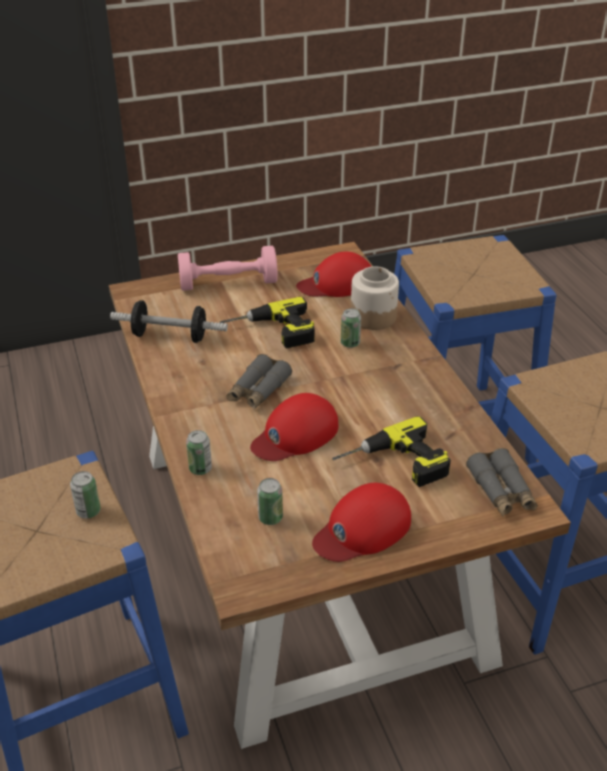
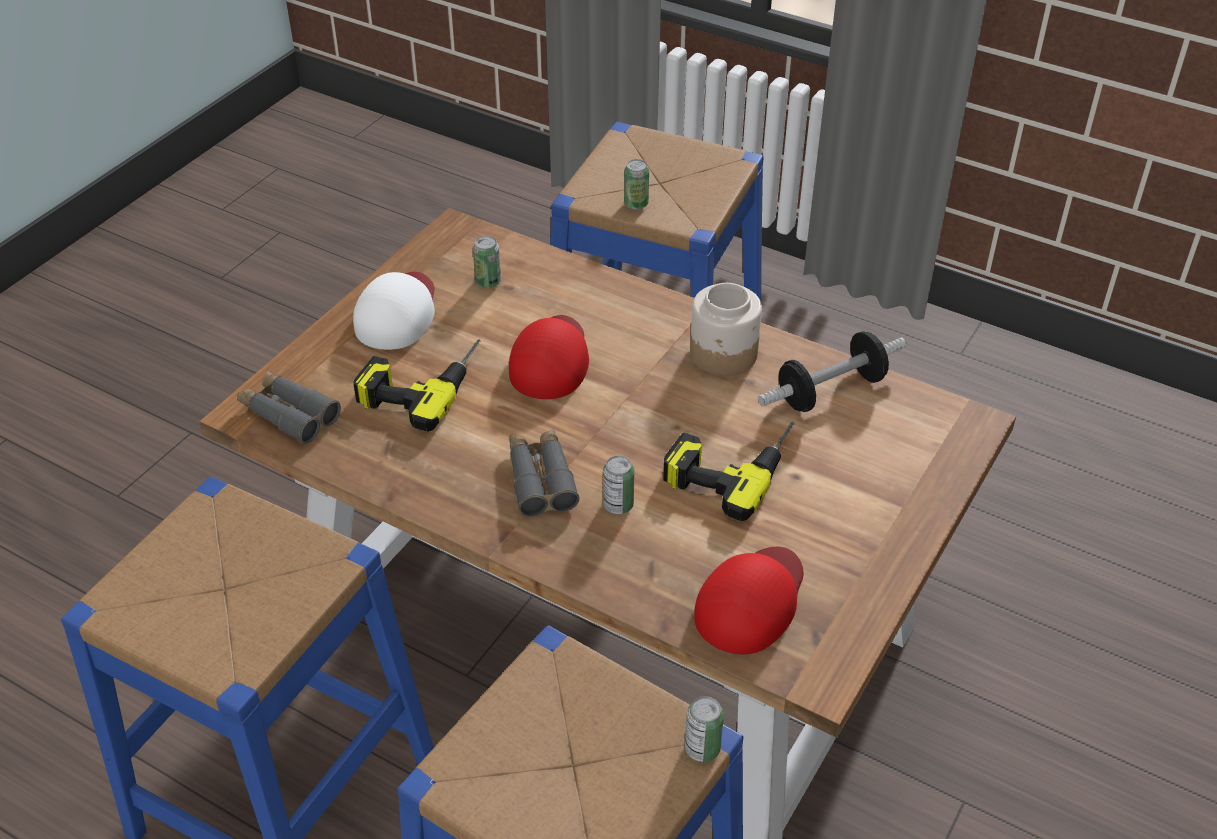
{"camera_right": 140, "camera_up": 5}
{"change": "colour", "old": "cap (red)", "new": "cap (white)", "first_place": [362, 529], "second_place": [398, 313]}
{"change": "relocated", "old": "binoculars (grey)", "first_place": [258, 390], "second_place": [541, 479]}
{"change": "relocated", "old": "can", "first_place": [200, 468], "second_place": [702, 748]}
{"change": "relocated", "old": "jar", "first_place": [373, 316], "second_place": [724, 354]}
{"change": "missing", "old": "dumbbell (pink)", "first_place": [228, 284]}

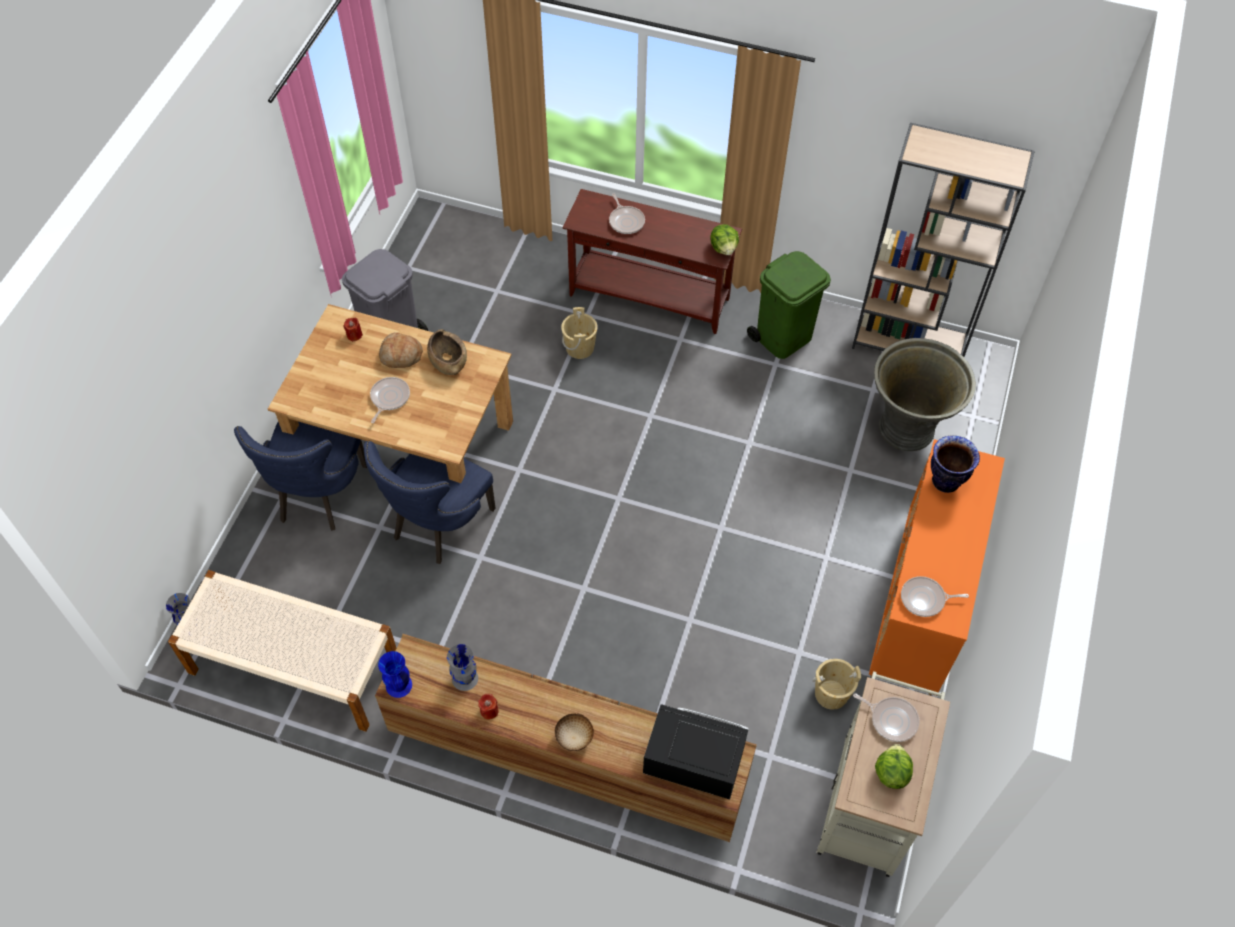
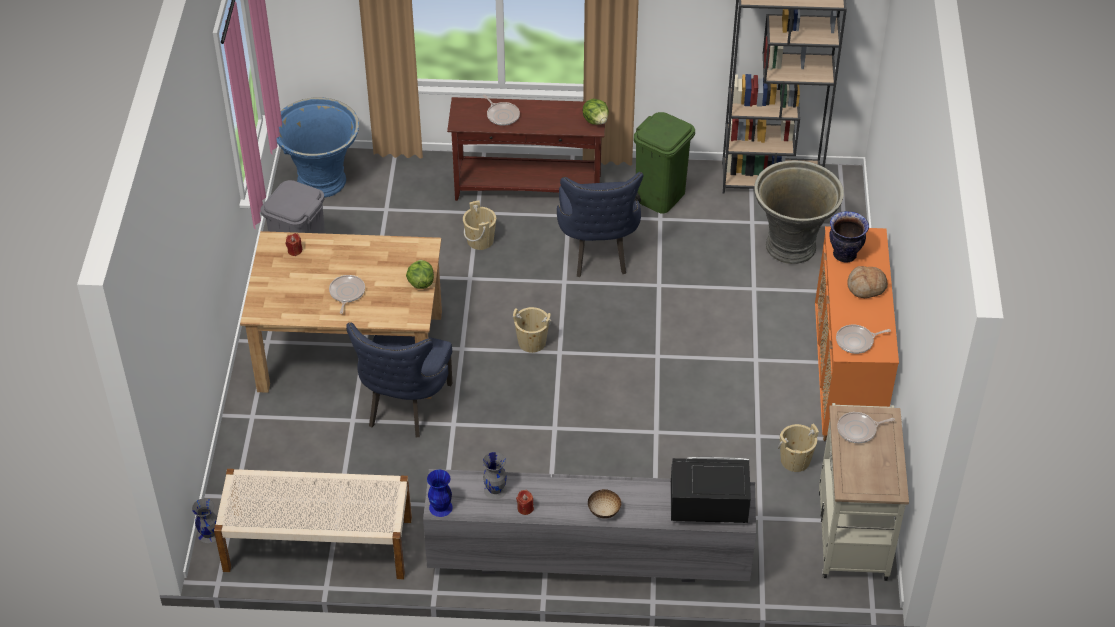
{"camera_right": -15, "camera_up": -10}
{"change": "appeared", "new": "planter (blue)", "second_place": [322, 182]}
{"change": "relocated", "old": "lettuce", "first_place": [891, 773], "second_place": [420, 282]}
{"change": "colour", "old": "cabinet (brown)", "new": "cabinet (grey)", "first_place": [566, 762], "second_place": [589, 562]}
{"change": "appeared", "new": "bucket (beige)", "second_place": [532, 342]}
{"change": "relocated", "old": "chair (blue)", "first_place": [318, 495], "second_place": [598, 252]}
{"change": "spun", "old": "frying pan", "first_place": [891, 719], "second_place": [858, 430], "degrees": 150}
{"change": "relocated", "old": "bread", "first_place": [401, 355], "second_place": [866, 287]}
{"change": "missing", "old": "bowl (brown)", "first_place": [448, 360]}

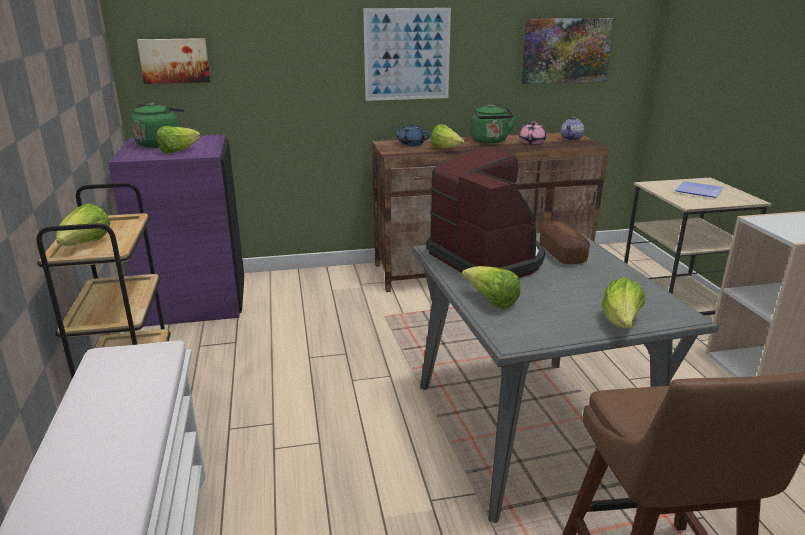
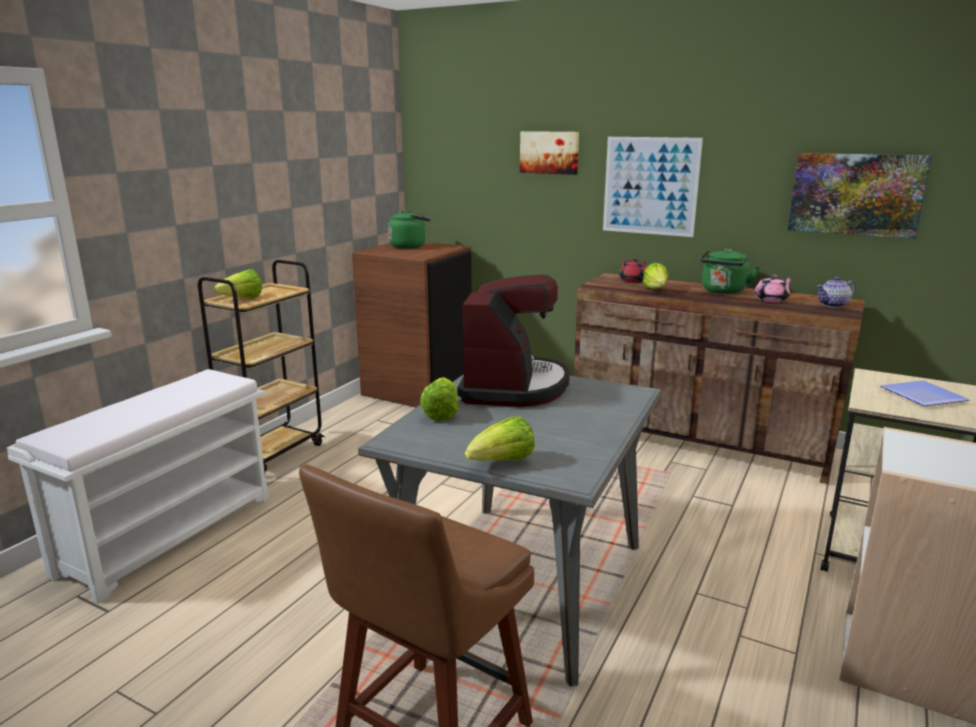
{"camera_right": 40, "camera_up": -5}
{"change": "colour", "old": "cabinet (purple)", "new": "cabinet (brown)", "first_place": [196, 300], "second_place": [418, 389]}
{"change": "relocated", "old": "picture", "first_place": [175, 60], "second_place": [549, 152]}
{"change": "colour", "old": "teapot (blue)", "new": "teapot (red)", "first_place": [411, 144], "second_place": [633, 280]}
{"change": "missing", "old": "lettuce", "first_place": [178, 151]}
{"change": "missing", "old": "bread", "first_place": [562, 253]}

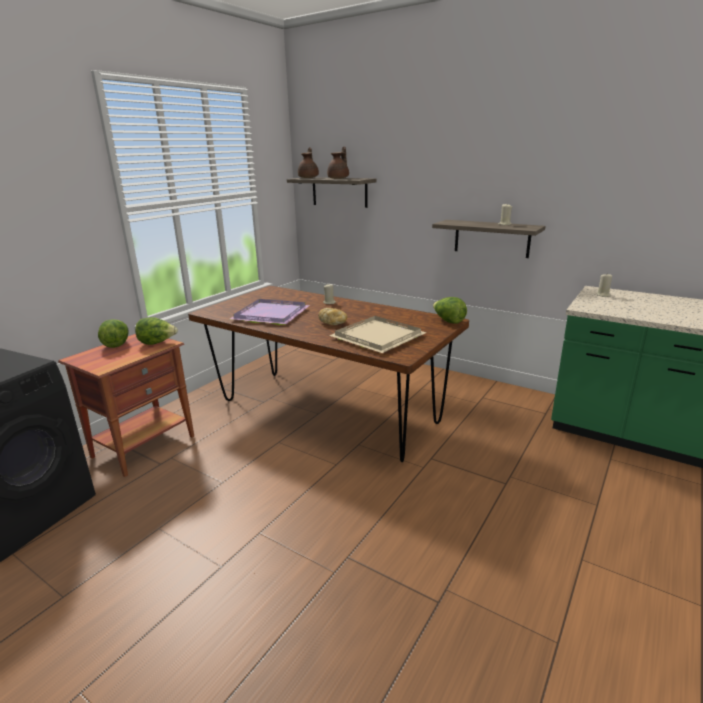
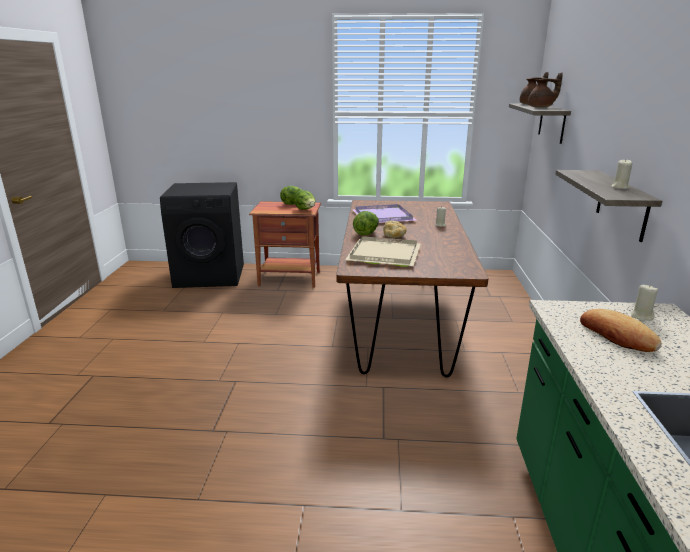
{"camera_right": 60, "camera_up": 0}
{"change": "relocated", "old": "lettuce", "first_place": [448, 321], "second_place": [366, 233]}
{"change": "appeared", "new": "bread", "second_place": [616, 336]}

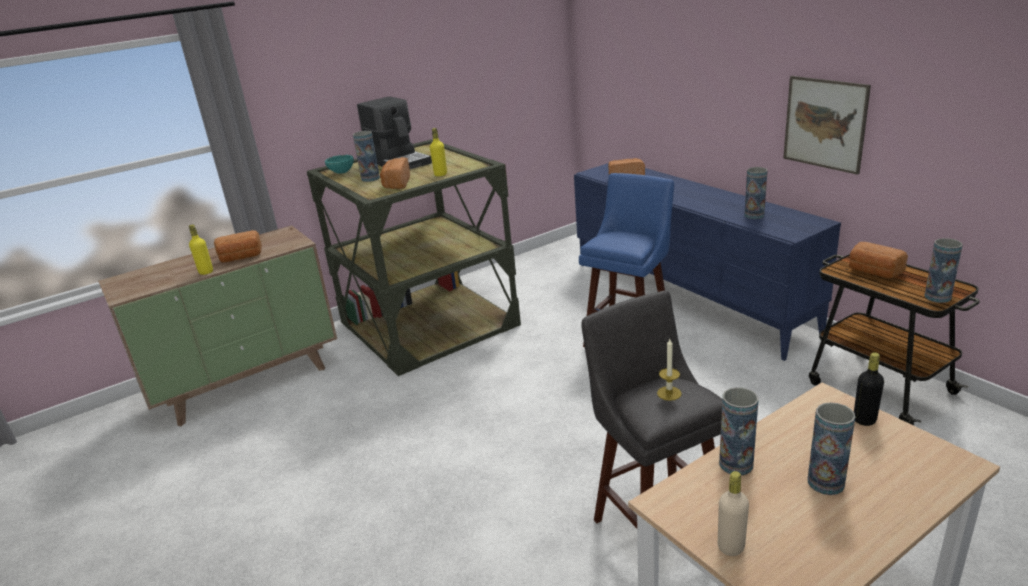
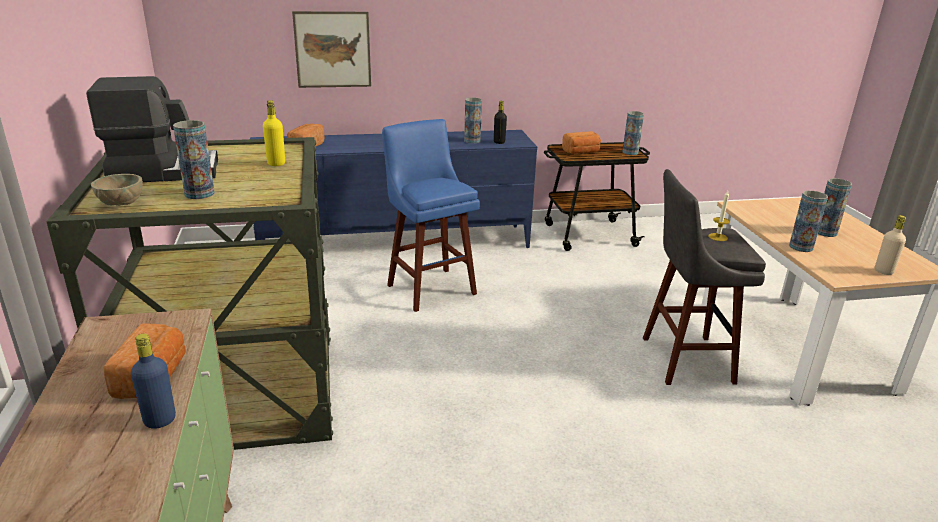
{"camera_right": -70, "camera_up": 0}
{"change": "colour", "old": "bowl (turquoise)", "new": "bowl (beige)", "first_place": [342, 173], "second_place": [122, 204]}
{"change": "colour", "old": "bottle (yellow)", "new": "bottle (blue)", "first_place": [206, 272], "second_place": [160, 420]}
{"change": "relocated", "old": "picture", "first_place": [824, 124], "second_place": [333, 49]}
{"change": "relocated", "old": "bottle (black)", "first_place": [864, 420], "second_place": [499, 142]}
{"change": "missing", "old": "bread", "first_place": [396, 184]}

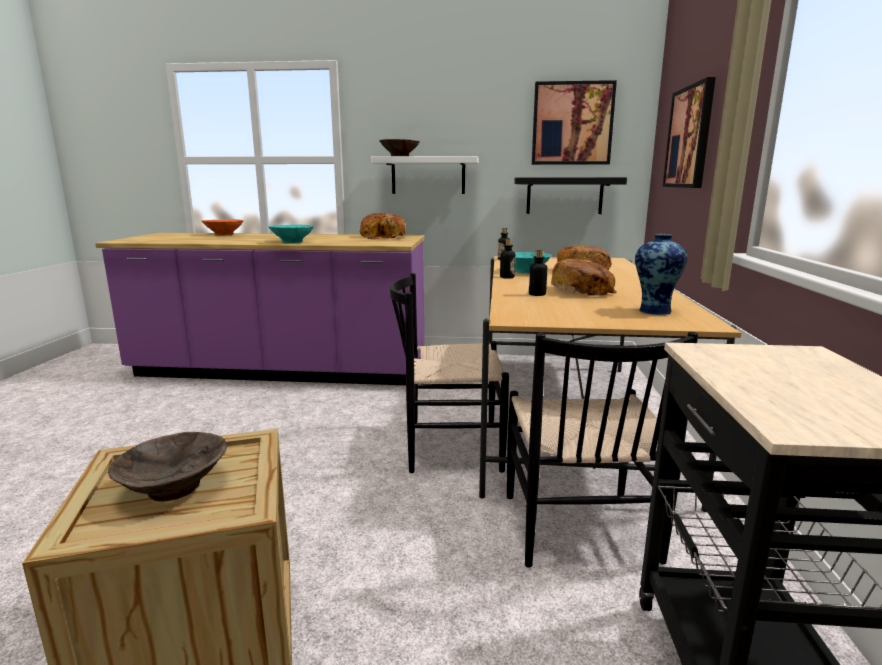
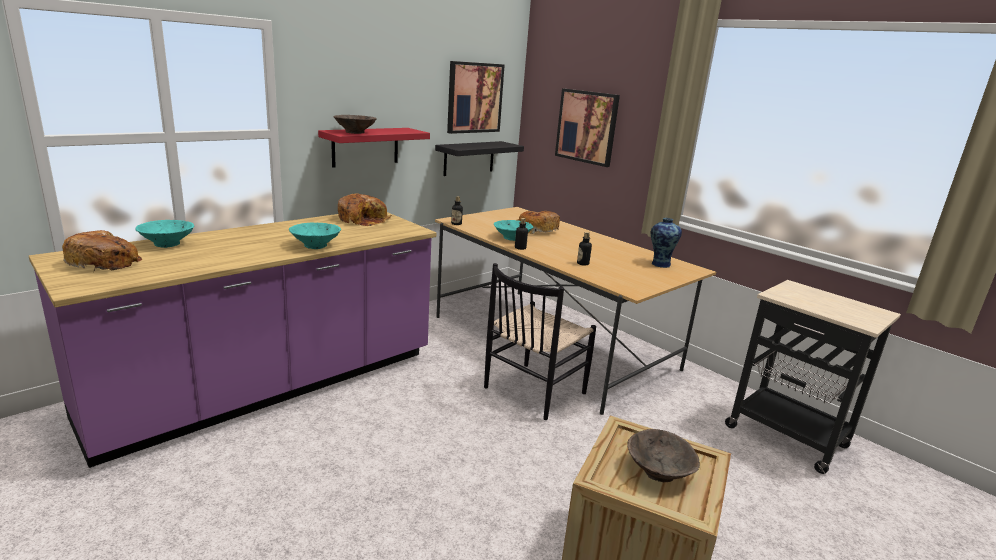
{"camera_right": -50, "camera_up": 5}
{"change": "relocated", "old": "bread", "first_place": [584, 290], "second_place": [105, 262]}
{"change": "colour", "old": "bowl (orange)", "new": "bowl (turquoise)", "first_place": [224, 234], "second_place": [168, 244]}
{"change": "colour", "old": "shelf (white)", "new": "shelf (red)", "first_place": [428, 175], "second_place": [365, 147]}
{"change": "missing", "old": "chair (black)", "first_place": [580, 532]}

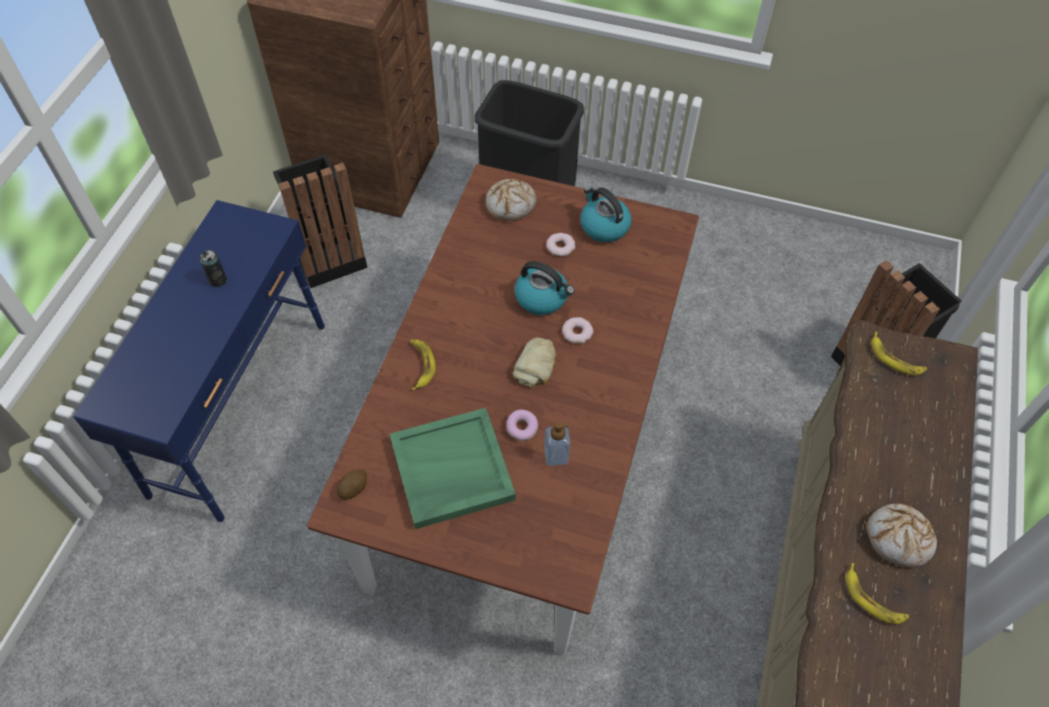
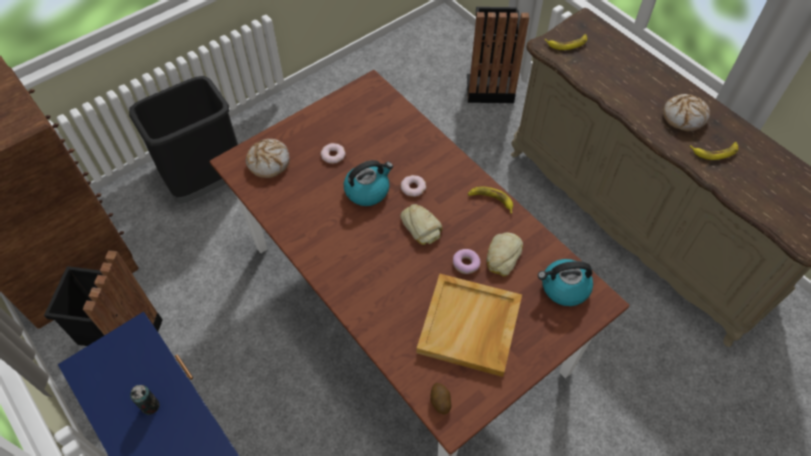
{"camera_right": -55, "camera_up": 0}
{"change": "colour", "old": "tray (green)", "new": "tray (beige)", "first_place": [451, 471], "second_place": [470, 327]}
{"change": "relocated", "old": "banana", "first_place": [420, 365], "second_place": [491, 200]}
{"change": "exchanged", "old": "soap dispenser", "new": "bread", "first_place": [556, 455], "second_place": [502, 256]}
{"change": "relocated", "old": "kettle", "first_place": [603, 226], "second_place": [564, 288]}

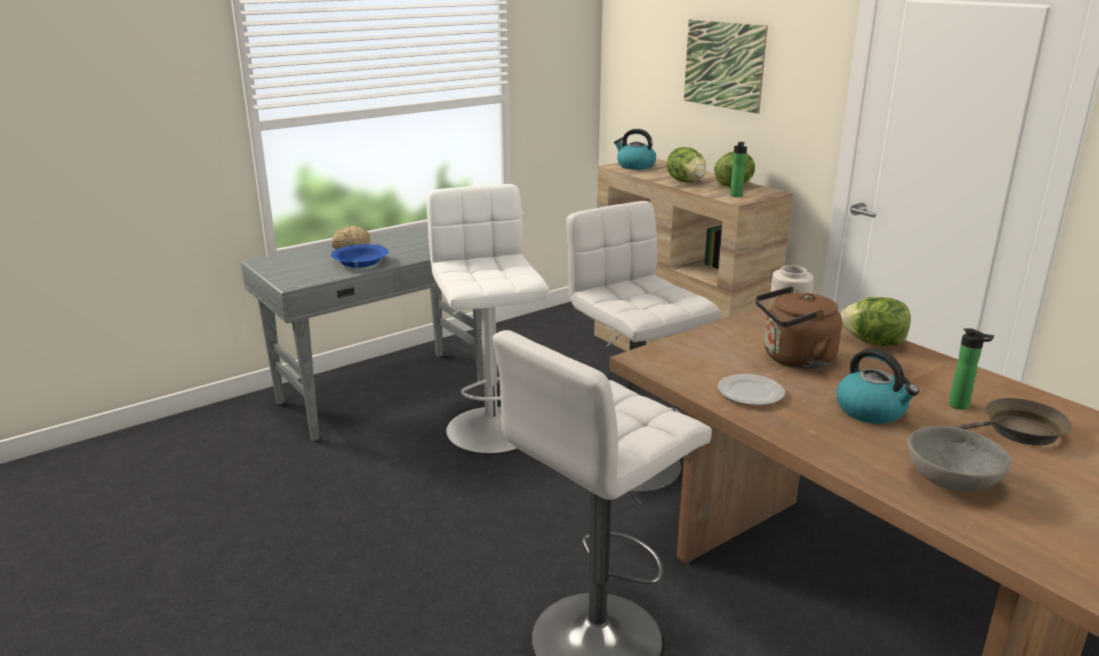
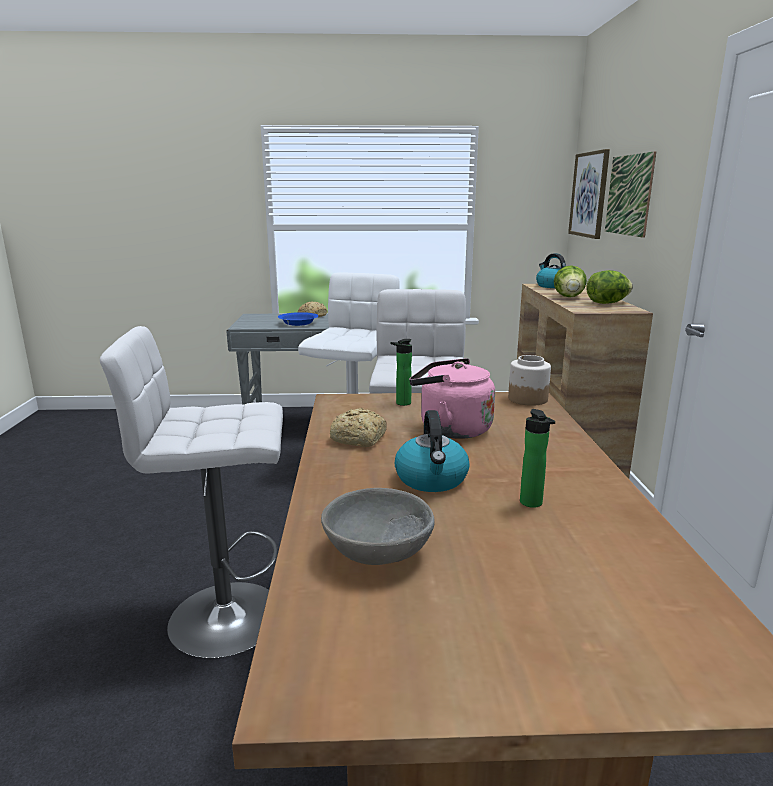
{"camera_right": 35, "camera_up": -5}
{"change": "exchanged", "old": "plate", "new": "bread", "first_place": [751, 393], "second_place": [359, 439]}
{"change": "relocated", "old": "bottle", "first_place": [735, 196], "second_place": [401, 403]}
{"change": "colour", "old": "kettle (brown)", "new": "kettle (pink)", "first_place": [794, 359], "second_place": [450, 429]}
{"change": "appeared", "new": "picture", "second_place": [589, 194]}
{"change": "missing", "old": "lettuce", "first_place": [874, 343]}
{"change": "missing", "old": "frying pan (brown)", "first_place": [1016, 431]}

